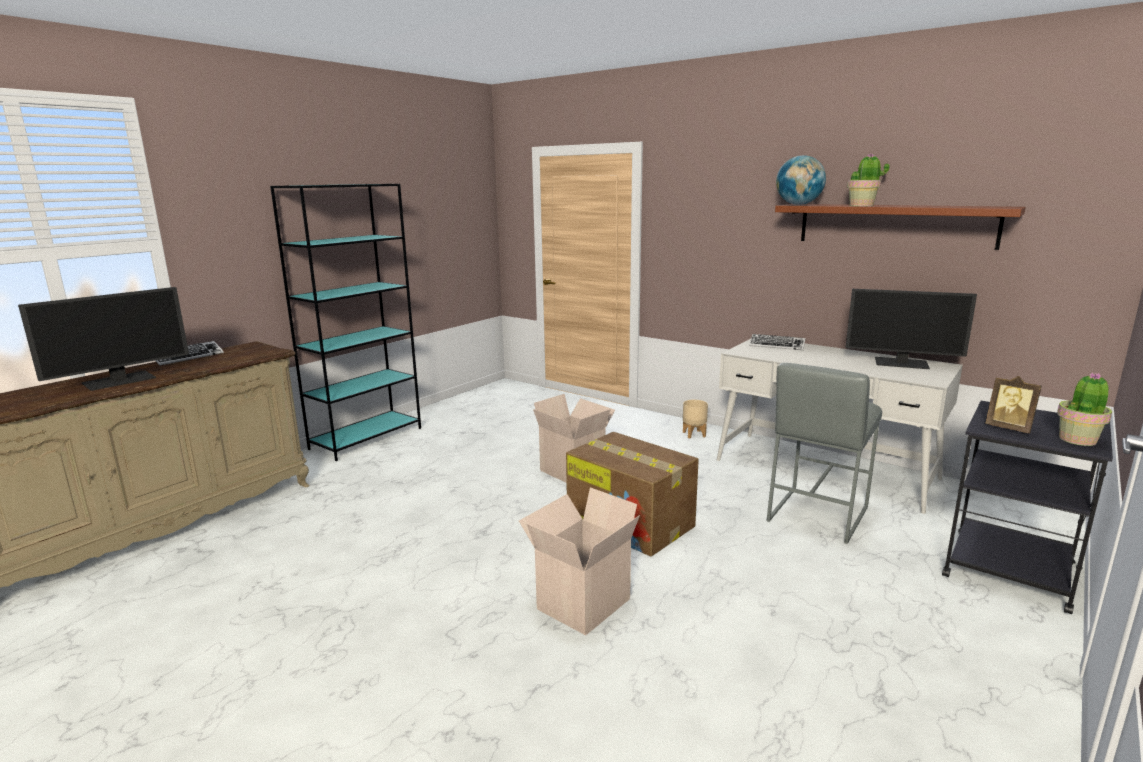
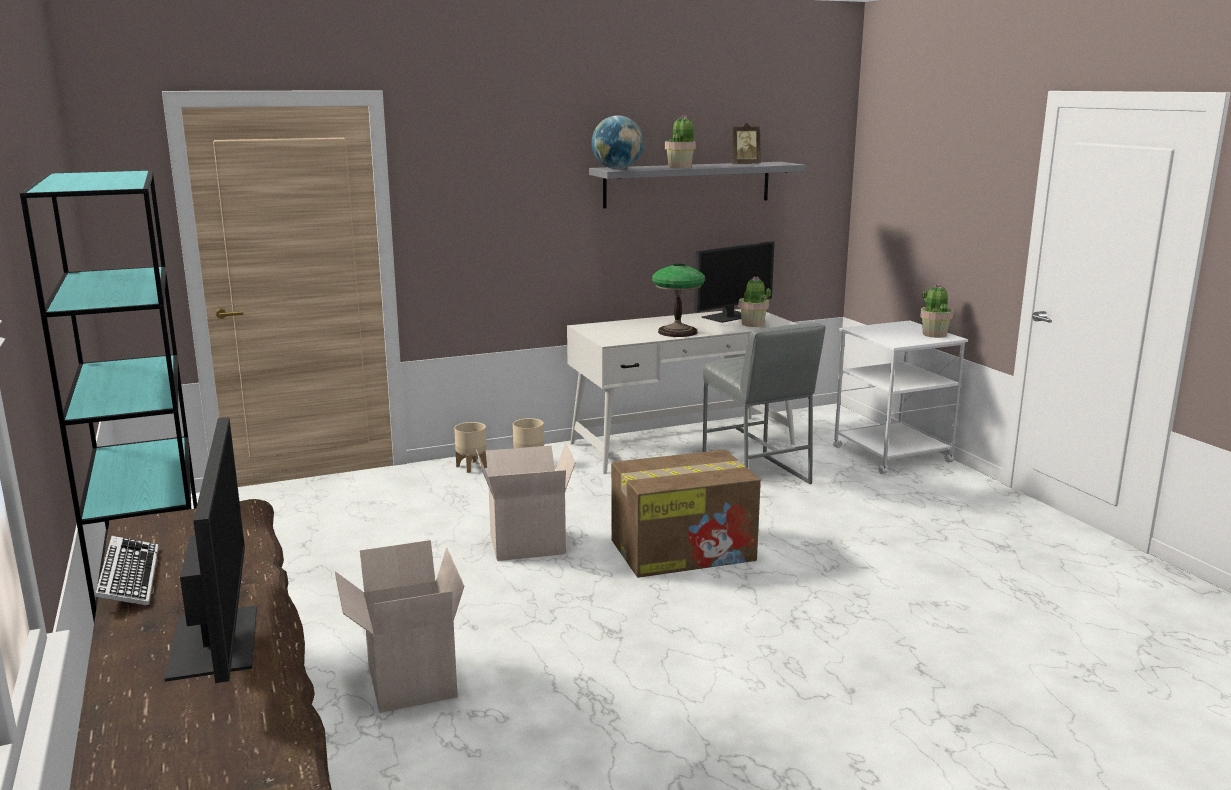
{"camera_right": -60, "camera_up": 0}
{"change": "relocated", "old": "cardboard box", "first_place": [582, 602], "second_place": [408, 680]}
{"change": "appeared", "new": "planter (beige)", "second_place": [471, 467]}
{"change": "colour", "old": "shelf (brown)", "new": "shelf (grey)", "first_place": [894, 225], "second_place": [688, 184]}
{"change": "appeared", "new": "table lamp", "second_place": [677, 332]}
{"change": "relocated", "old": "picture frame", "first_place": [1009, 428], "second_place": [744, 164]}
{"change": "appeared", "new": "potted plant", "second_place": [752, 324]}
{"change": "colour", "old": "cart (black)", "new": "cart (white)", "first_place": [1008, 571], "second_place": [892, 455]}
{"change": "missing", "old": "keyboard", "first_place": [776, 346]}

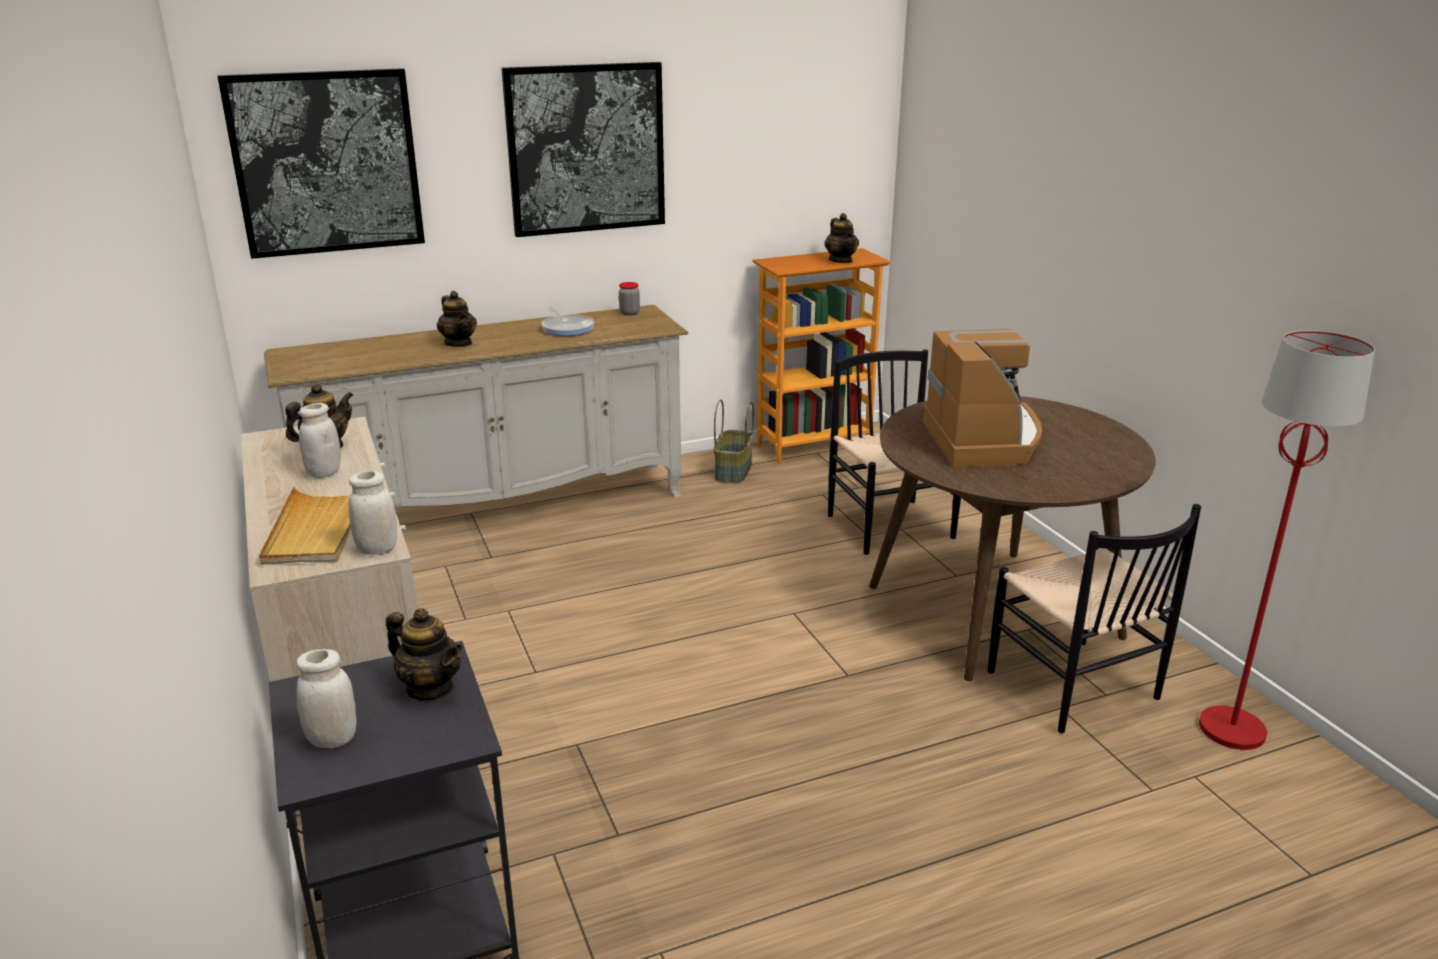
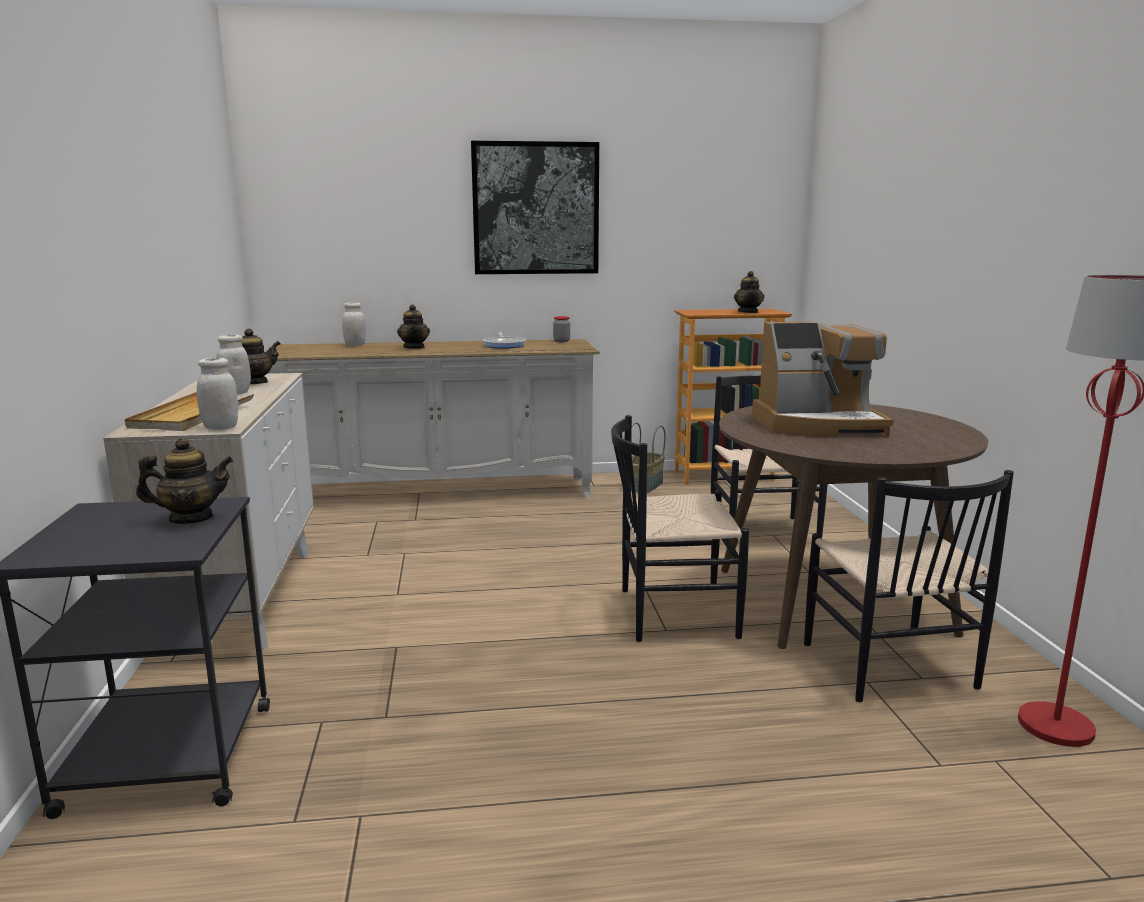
{"camera_right": 15, "camera_up": -10}
{"change": "spun", "old": "teapot", "first_place": [430, 688], "second_place": [191, 518], "degrees": -60}
{"change": "relocated", "old": "jar (white)", "first_place": [332, 739], "second_place": [355, 345]}
{"change": "appeared", "new": "chair (black)", "second_place": [671, 613]}
{"change": "spun", "old": "coffee machine", "first_place": [984, 440], "second_place": [819, 425], "degrees": 75}
{"change": "missing", "old": "picture", "first_place": [326, 163]}

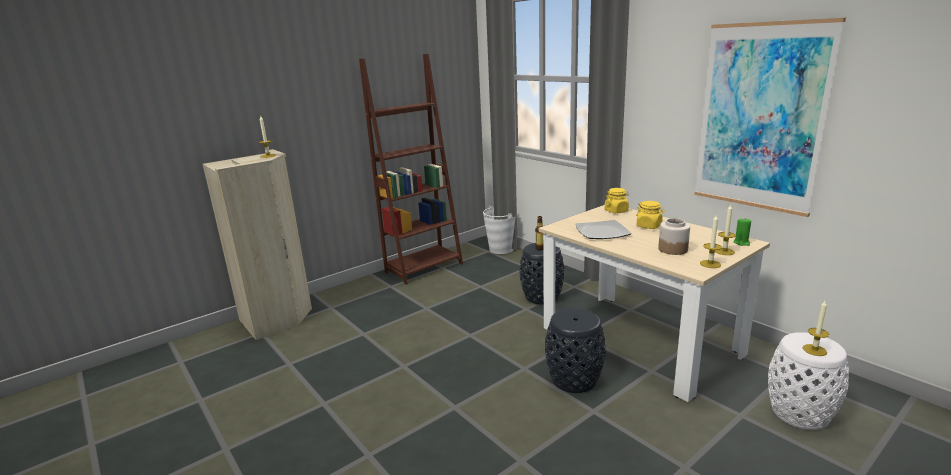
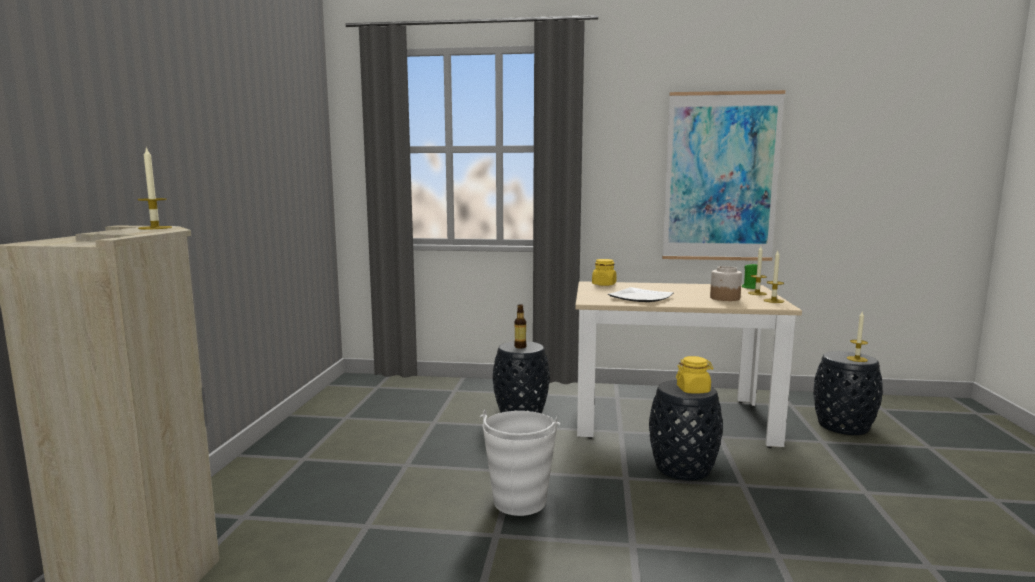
{"camera_right": -45, "camera_up": -10}
{"change": "relocated", "old": "bucket (white)", "first_place": [501, 249], "second_place": [519, 501]}
{"change": "relocated", "old": "jar (yellow)", "first_place": [649, 226], "second_place": [693, 390]}
{"change": "colour", "old": "stool (white)", "new": "stool (black)", "first_place": [799, 413], "second_place": [843, 426]}
{"change": "missing", "old": "bookcase (brown)", "first_place": [424, 268]}

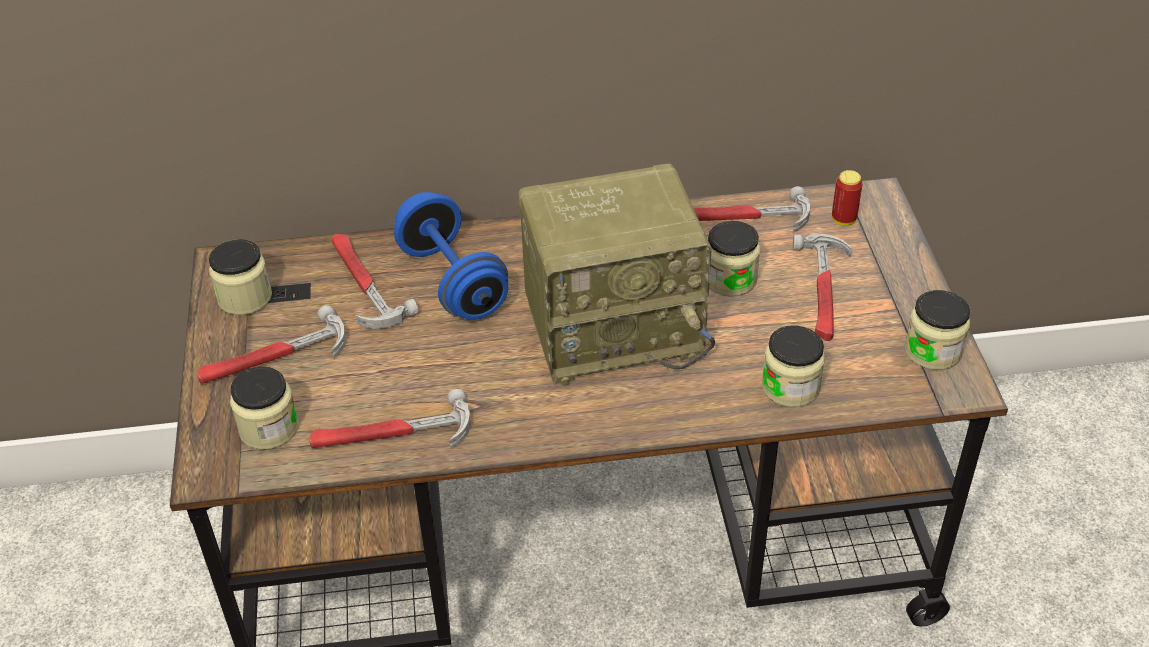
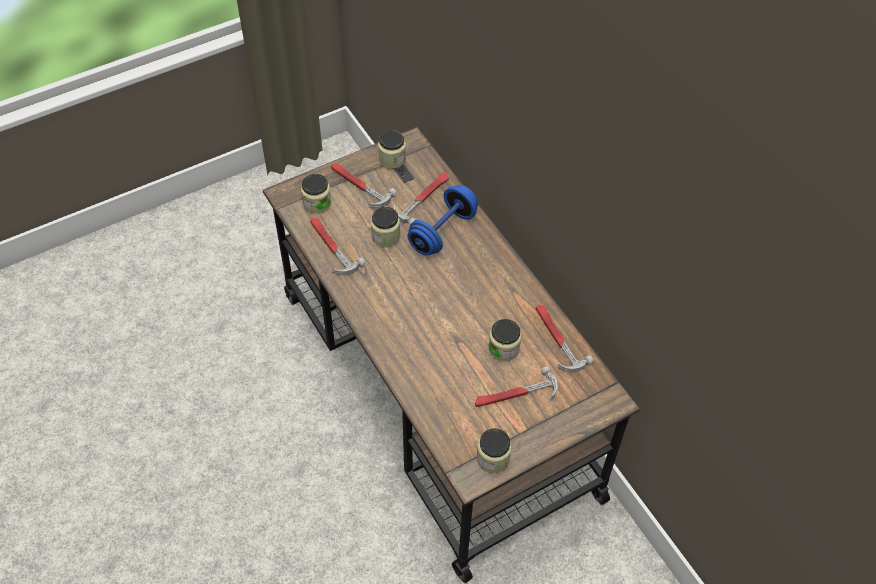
{"camera_right": 65, "camera_up": 10}
{"change": "relocated", "old": "jar", "first_place": [790, 387], "second_place": [385, 236]}
{"change": "missing", "old": "radio", "first_place": [615, 326]}
{"change": "missing", "old": "can", "first_place": [843, 220]}

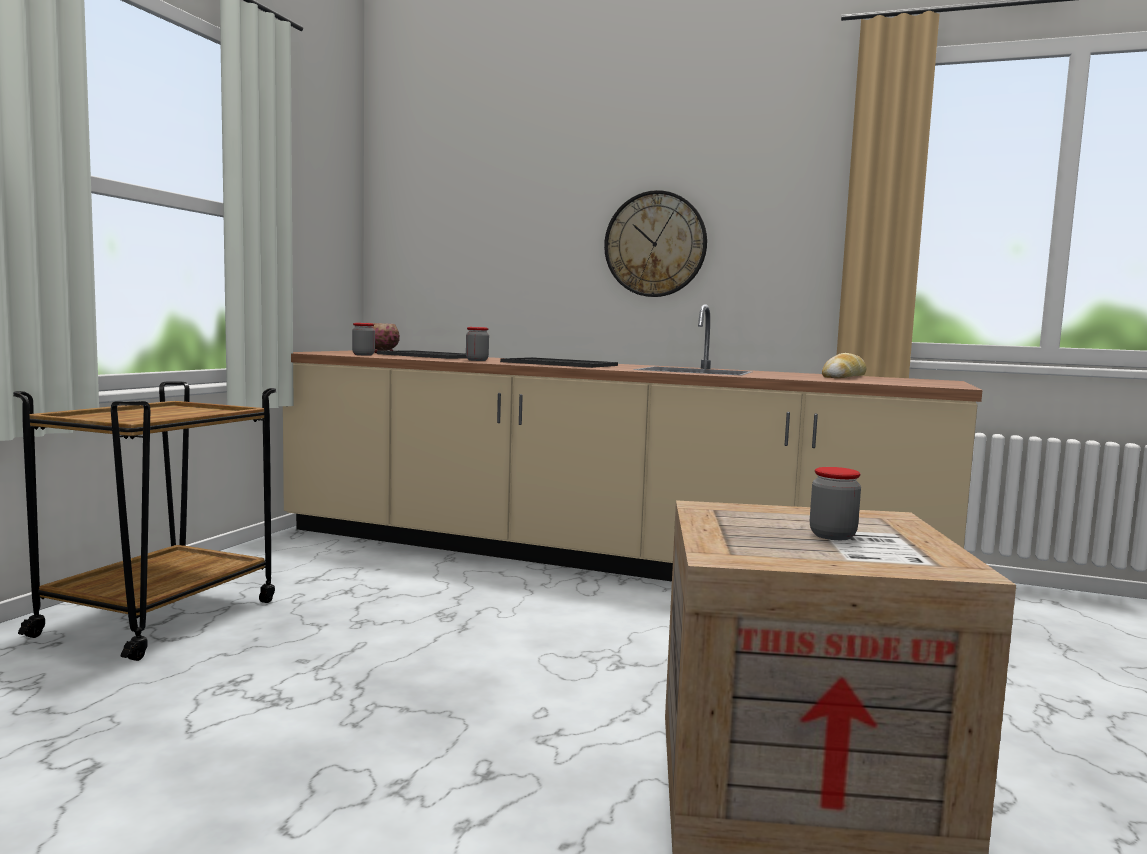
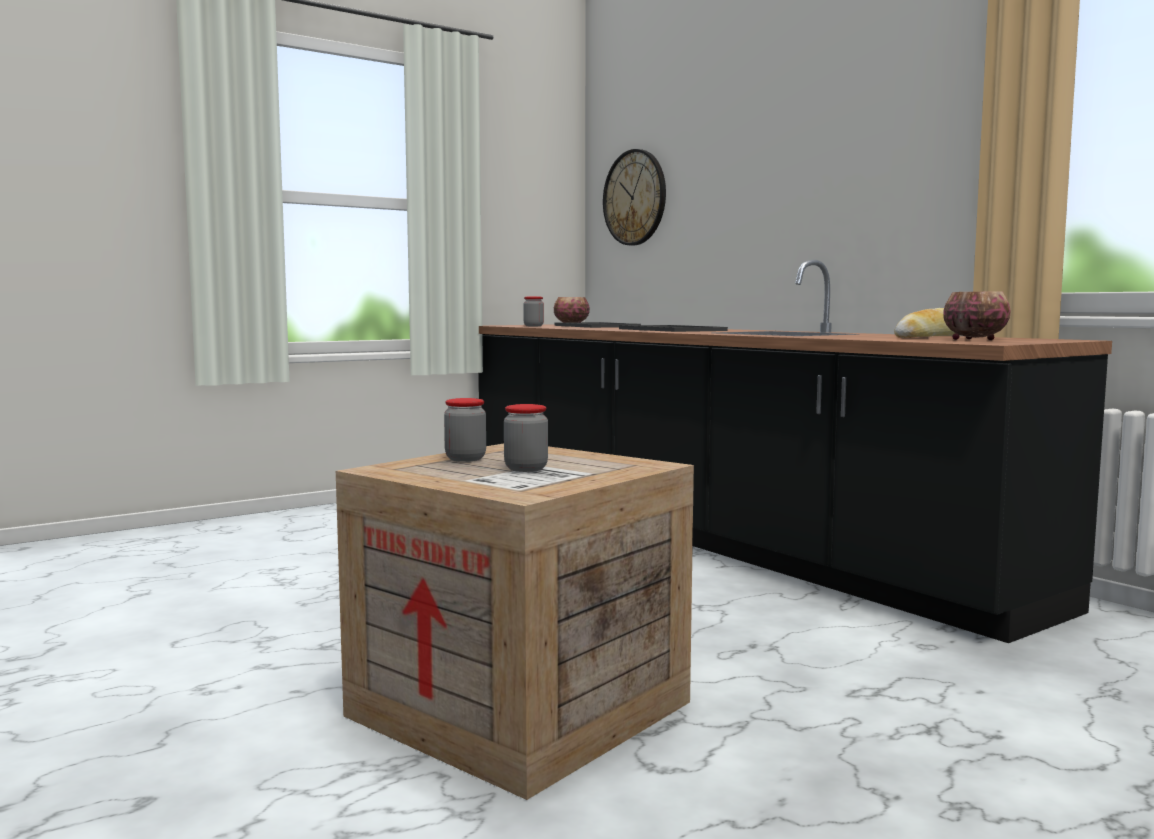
{"camera_right": 35, "camera_up": 0}
{"change": "relocated", "old": "jar", "first_place": [477, 360], "second_place": [465, 459]}
{"change": "colour", "old": "counter (beige)", "new": "counter (black)", "first_place": [591, 558], "second_place": [703, 534]}
{"change": "relocated", "old": "wall clock", "first_place": [655, 244], "second_place": [635, 197]}
{"change": "appeared", "new": "bowl", "second_place": [974, 339]}
{"change": "missing", "old": "cart (brown)", "first_place": [162, 617]}

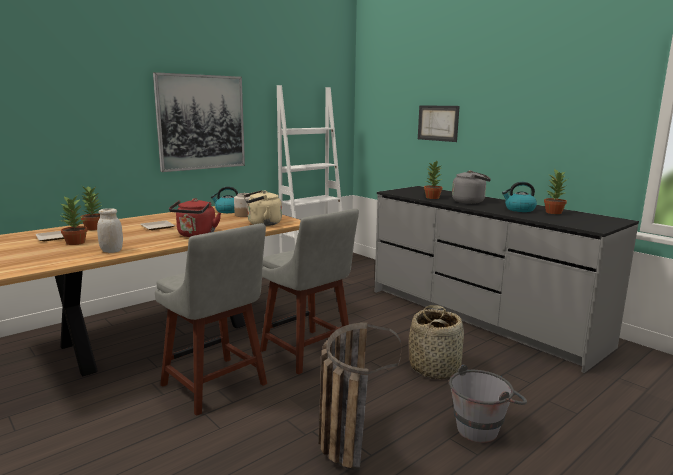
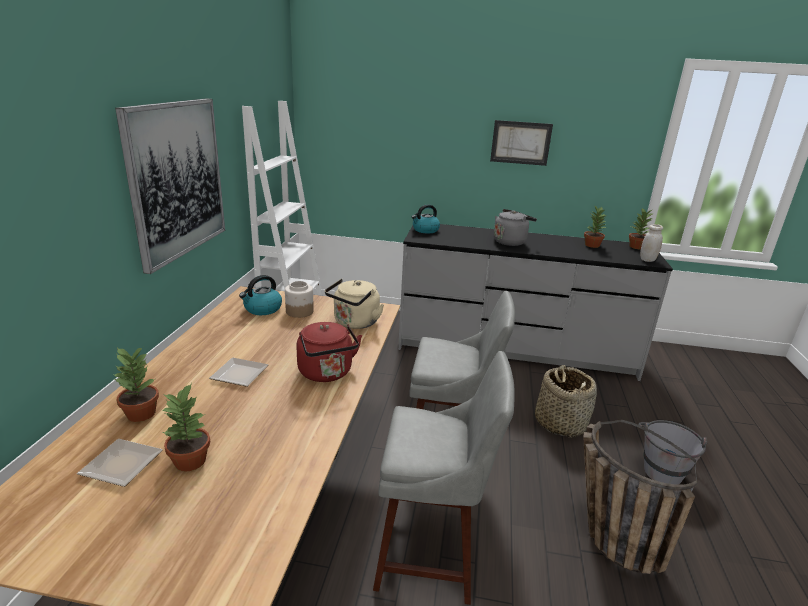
{"camera_right": -40, "camera_up": 10}
{"change": "relocated", "old": "kettle", "first_place": [519, 209], "second_place": [425, 230]}
{"change": "relocated", "old": "picture", "first_place": [438, 123], "second_place": [520, 142]}
{"change": "relocated", "old": "potted plant", "first_place": [432, 197], "second_place": [636, 247]}
{"change": "relocated", "old": "jar (white)", "first_place": [111, 251], "second_place": [647, 260]}

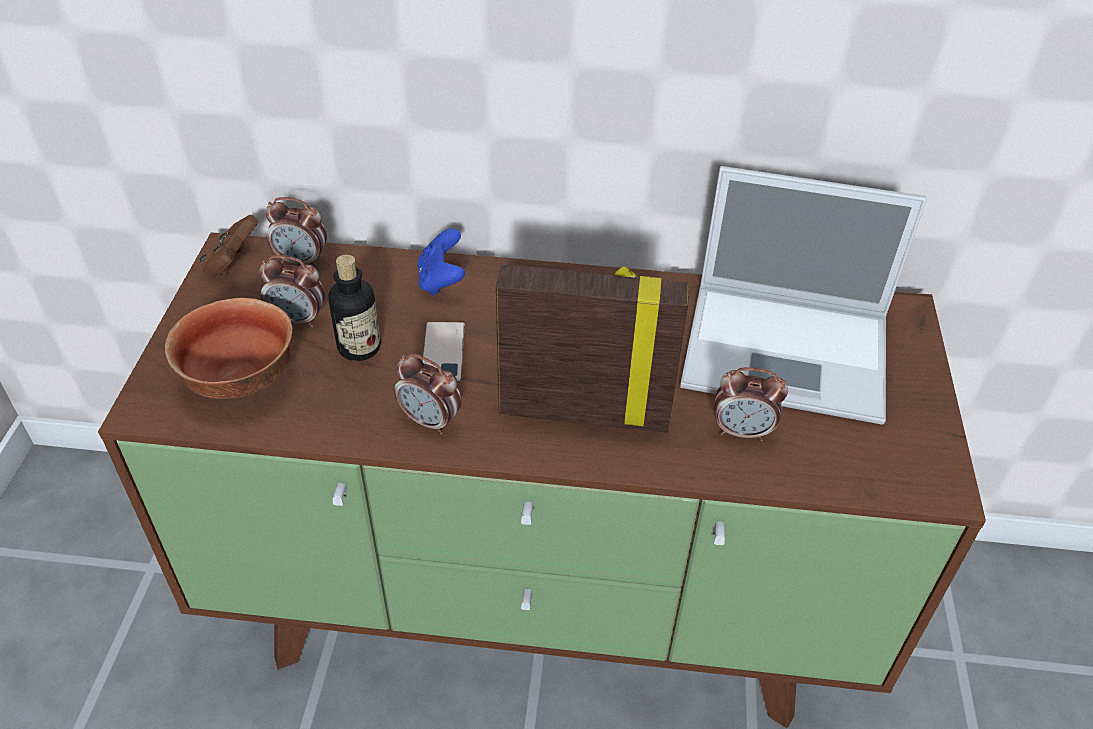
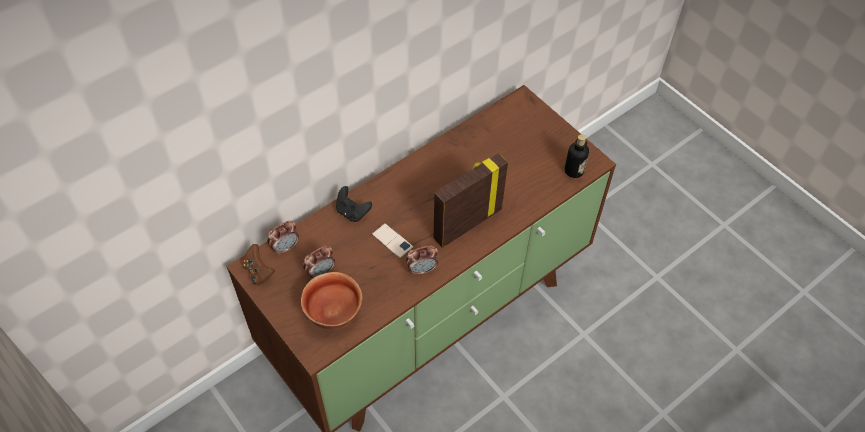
{"camera_right": -45, "camera_up": 10}
{"change": "colour", "old": "game controller (blue)", "new": "game controller (black)", "first_place": [441, 281], "second_place": [352, 212]}
{"change": "relocated", "old": "bottle", "first_place": [359, 347], "second_place": [574, 170]}
{"change": "missing", "old": "laptop", "first_place": [790, 352]}
{"change": "missing", "old": "alarm clock", "first_place": [742, 431]}

